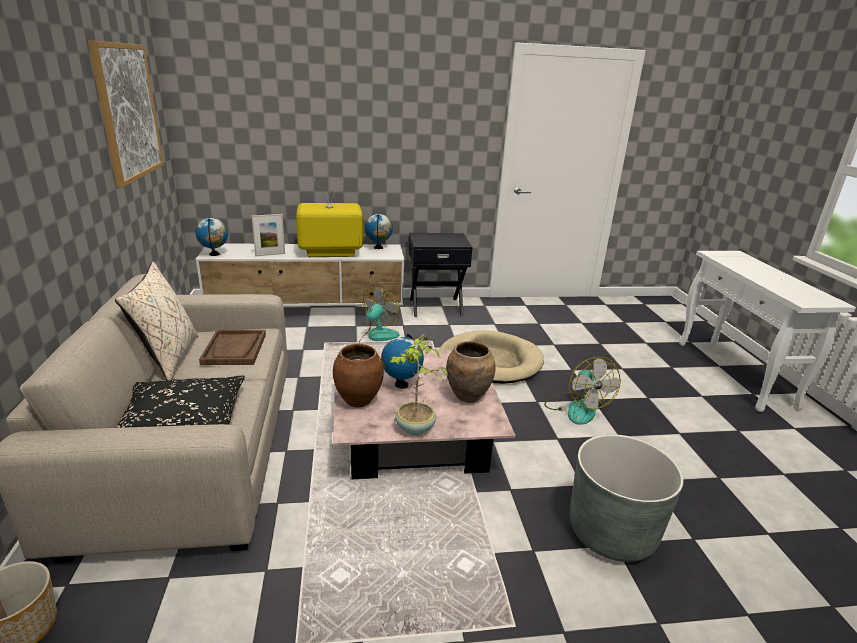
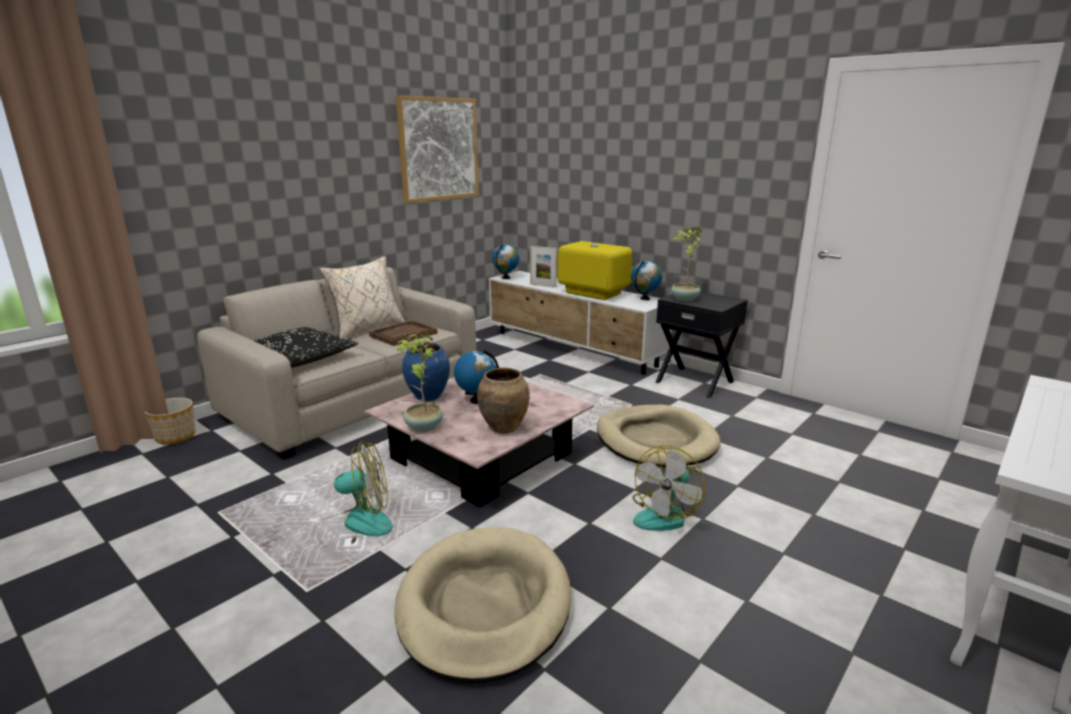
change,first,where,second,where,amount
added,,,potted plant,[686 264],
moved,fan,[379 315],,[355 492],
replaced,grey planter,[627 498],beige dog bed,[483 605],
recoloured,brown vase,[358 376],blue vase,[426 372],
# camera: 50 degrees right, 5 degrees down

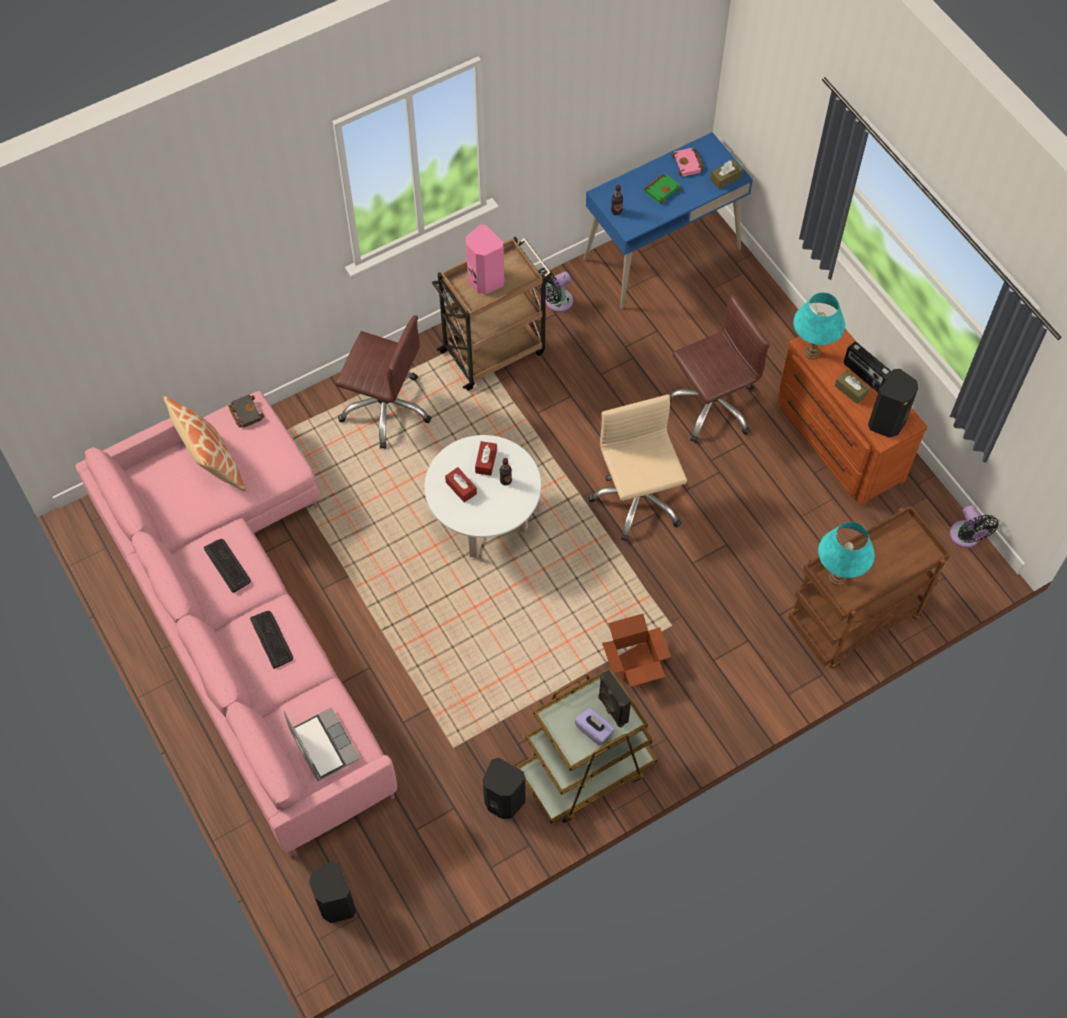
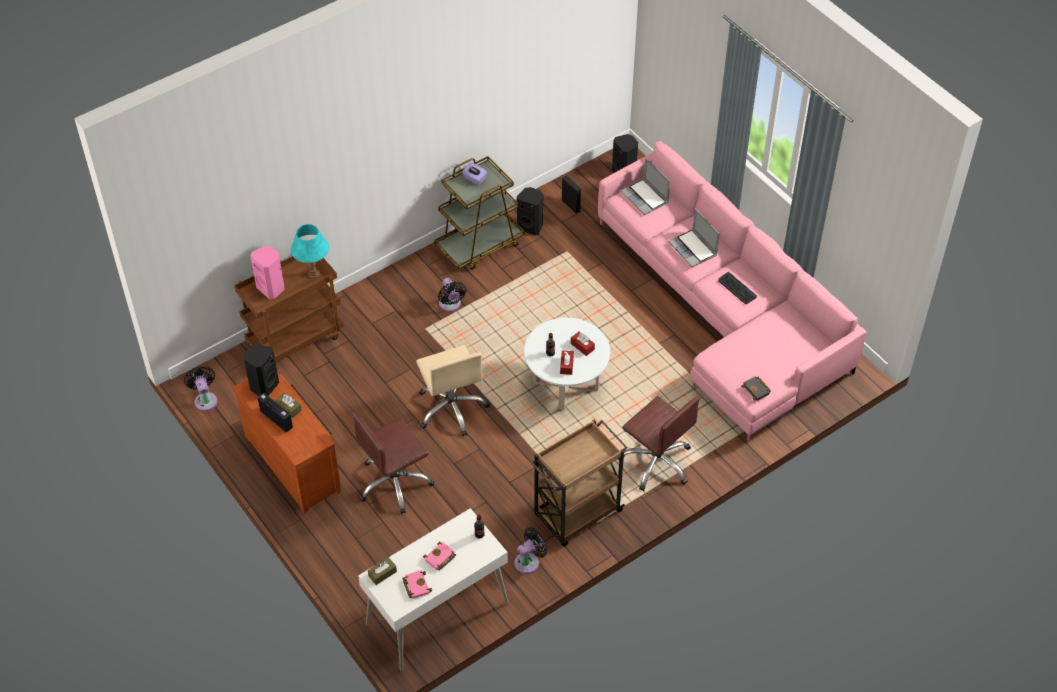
change,first,where,second,where,amount
removed,pillow,[205 444],,,
removed,turquoise table lamp,[819 326],,,
moved,pink speaker,[485 259],,[267 272],
moved,black speaker,[614 698],,[571 194],
replaced,keyboard,[271 640],laptop,[694 237],
replaced,cardboard box,[636 650],black fan,[452 294],
recoloured,blue desk,[668 220],white desk,[433 589],
recoloured,green book,[662 189],pink book,[439 556],
turned,brown office chair,[384 382],,[659 443],150 degrees counterclockwise
# camera: 175 degrees right, 10 degrees down

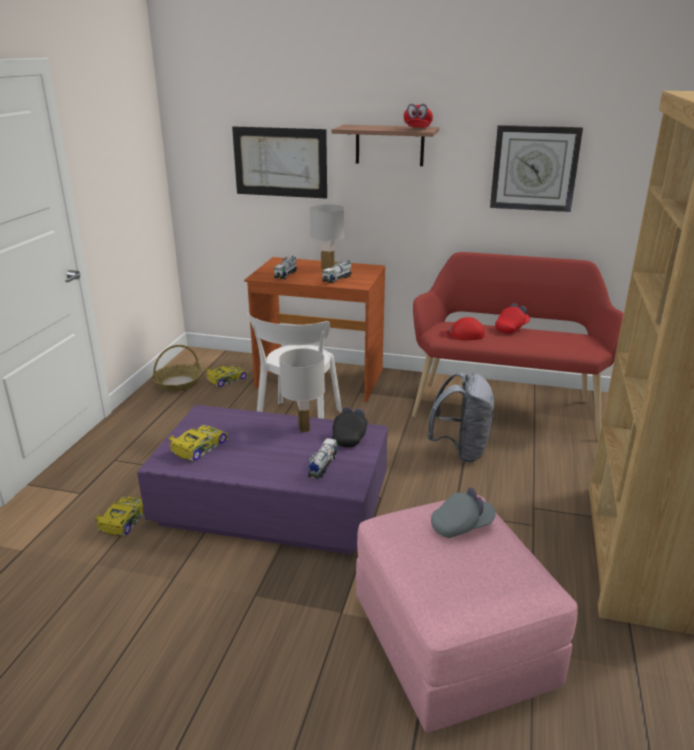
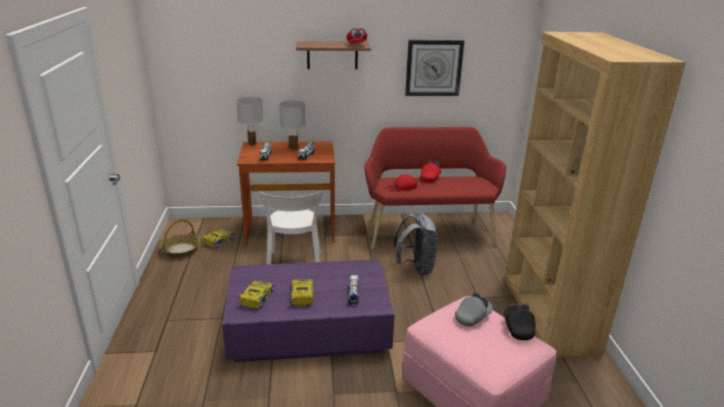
change,first,where,second,where,amount
removed,picture,[279 163],,,
moved,toy car,[119 516],,[302 292],
moved,white table lamp,[302 390],,[249 121],
moved,black cap,[350 426],,[519 322],
# camera: 20 degrees left, 0 degrees up

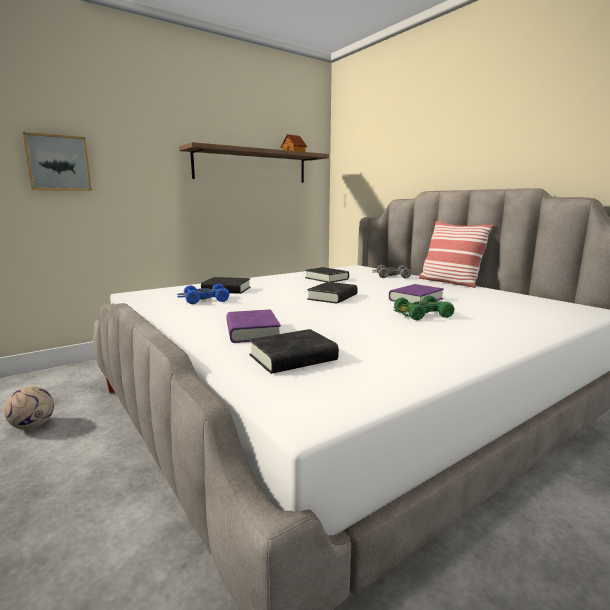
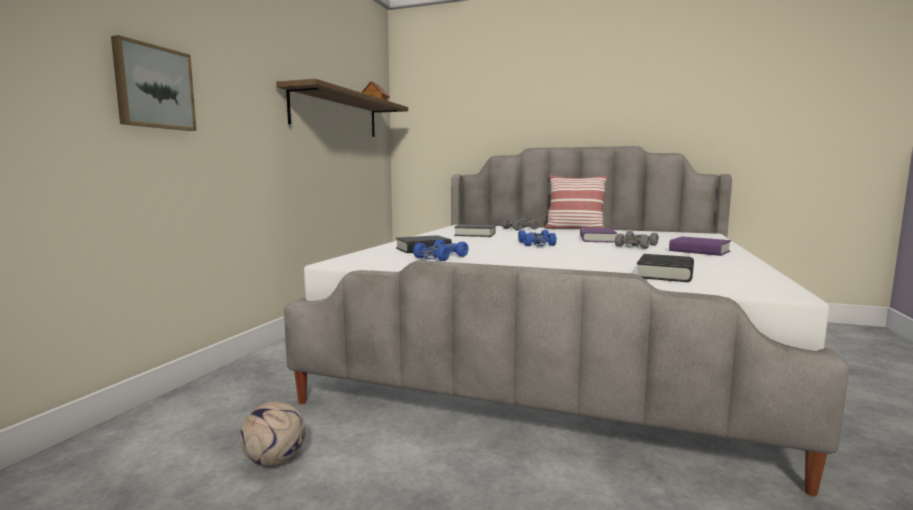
change,first,where,second,where,amount
moved,purple book,[253 326],,[700 246],
replaced,black book,[332 293],blue toy car,[537 238],
recoloured,green toy car,[424 307],grey toy car,[637 240],
# camera: 35 degrees left, 5 degrees down

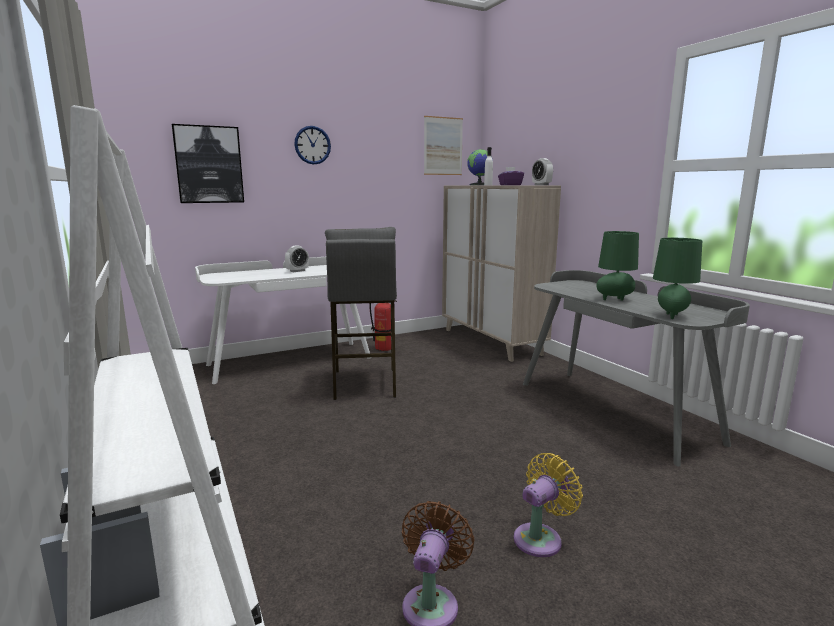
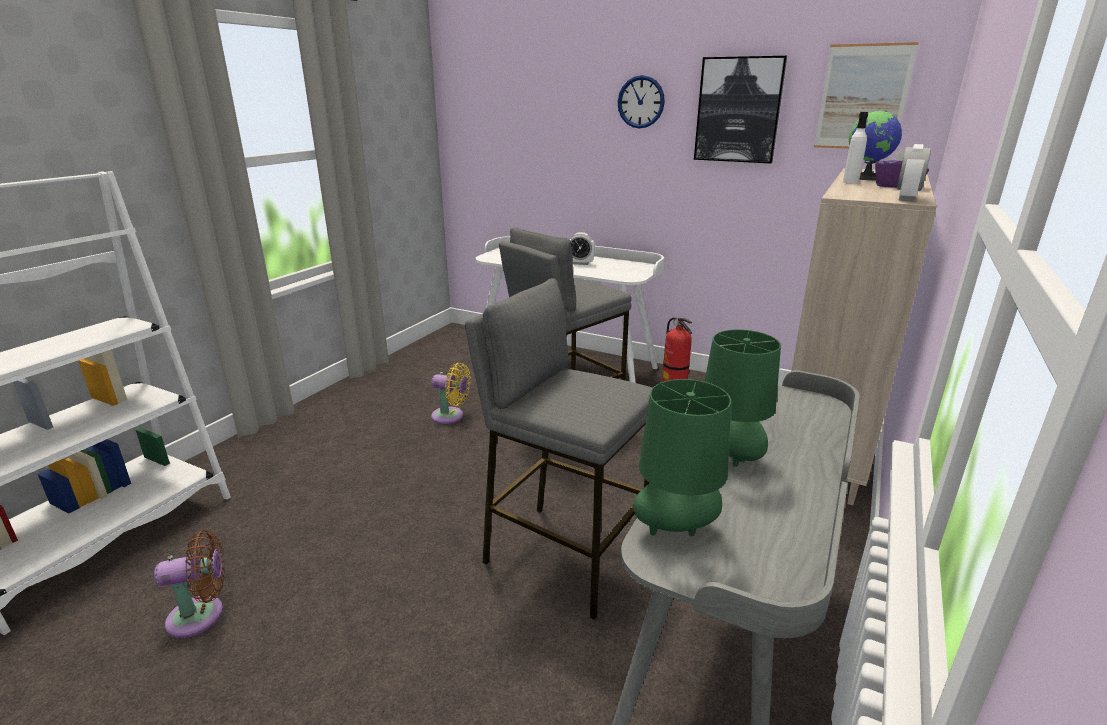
change,first,where,second,where,amount
added,,,grey stool,[558 449],
moved,picture,[208 163],,[740 109],
moved,yellow fan,[548 505],,[450 393],
# camera: 55 degrees right, 10 degrees up

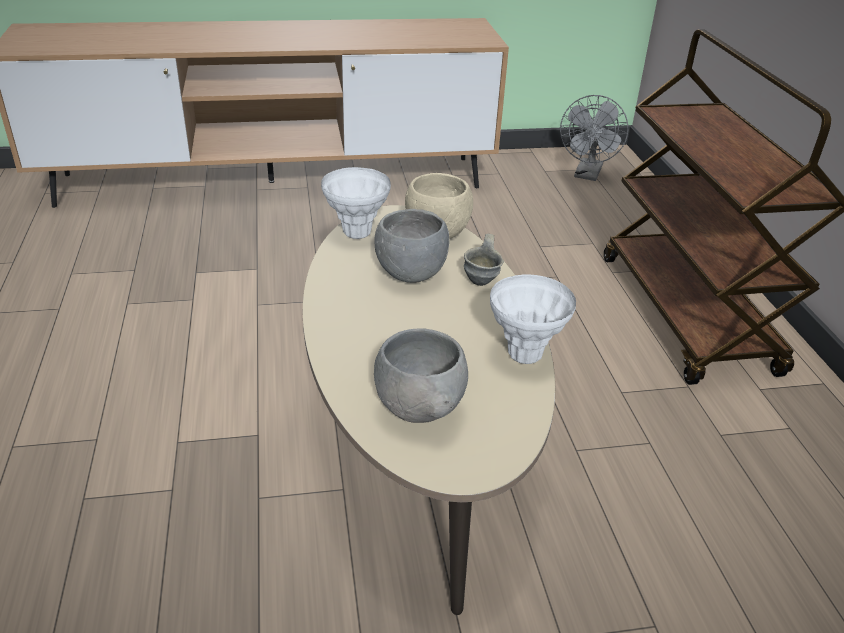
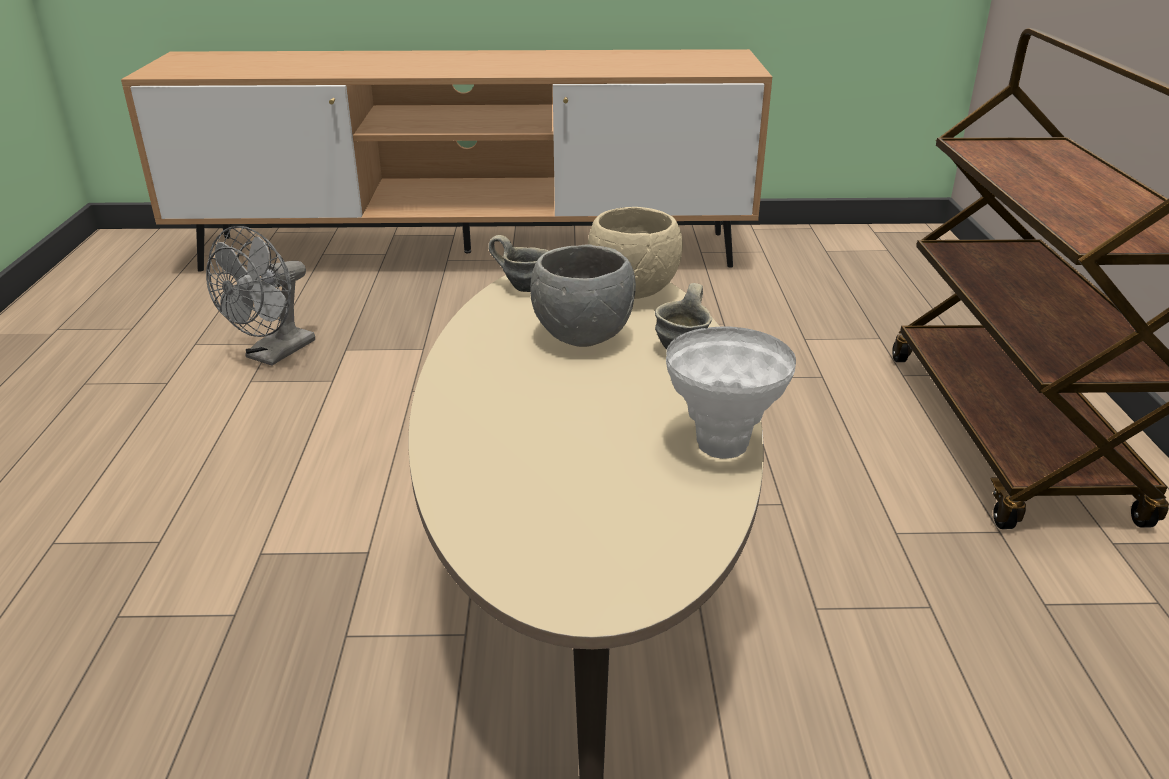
change,first,where,second,where,amount
removed,grey bowl,[421 375],,,
moved,grey fan,[594 138],,[260 296],
replaced,white vase,[356 203],grey mug,[518 263],
# camera: 10 degrees right, 5 degrees down

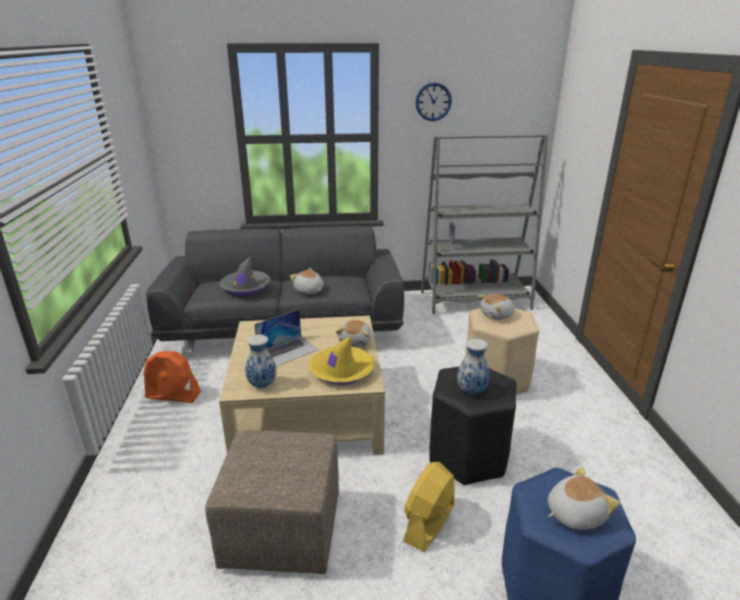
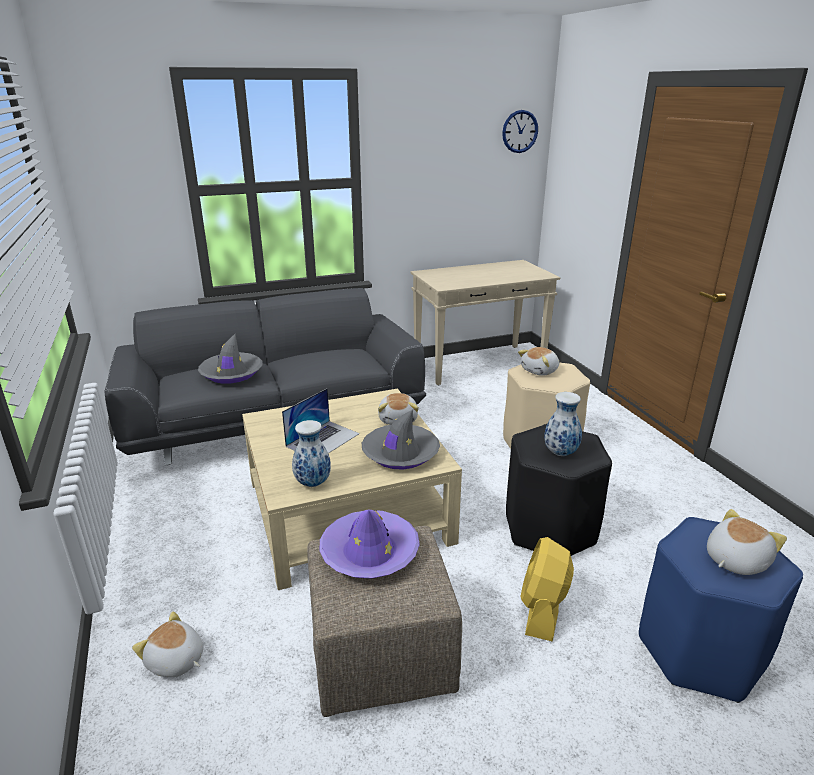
change,first,where,second,where,amount
removed,orange fan,[172 377],,,
added,,,purple hat,[369 544],
moved,plush toy,[307 281],,[167 644],
moved,wall clock,[434 101],,[520 131],
replaced,grey bookcase,[484 224],beige console table,[485 322],
recoloured,yellow hat,[342 360],grey hat,[401 440],
# camera: 15 degrees left, 0 degrees up

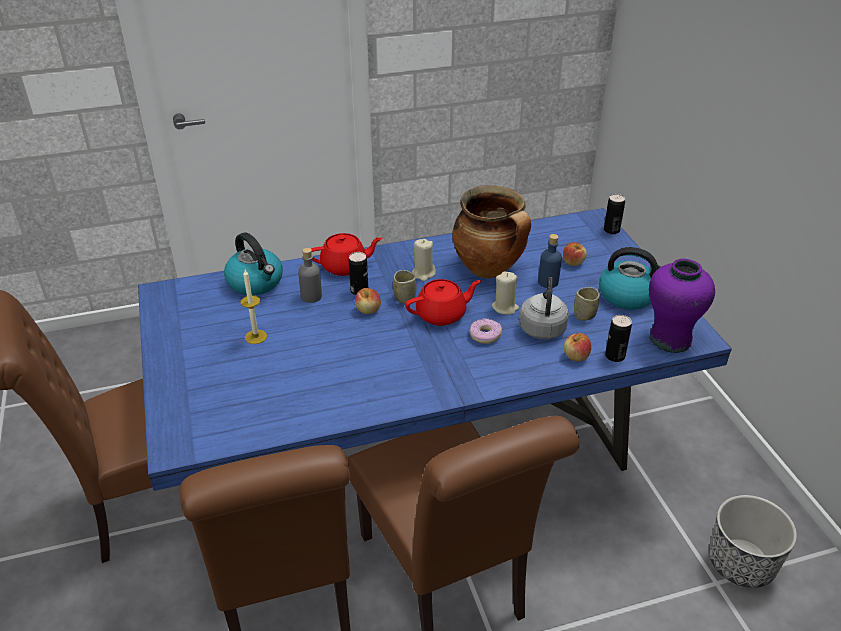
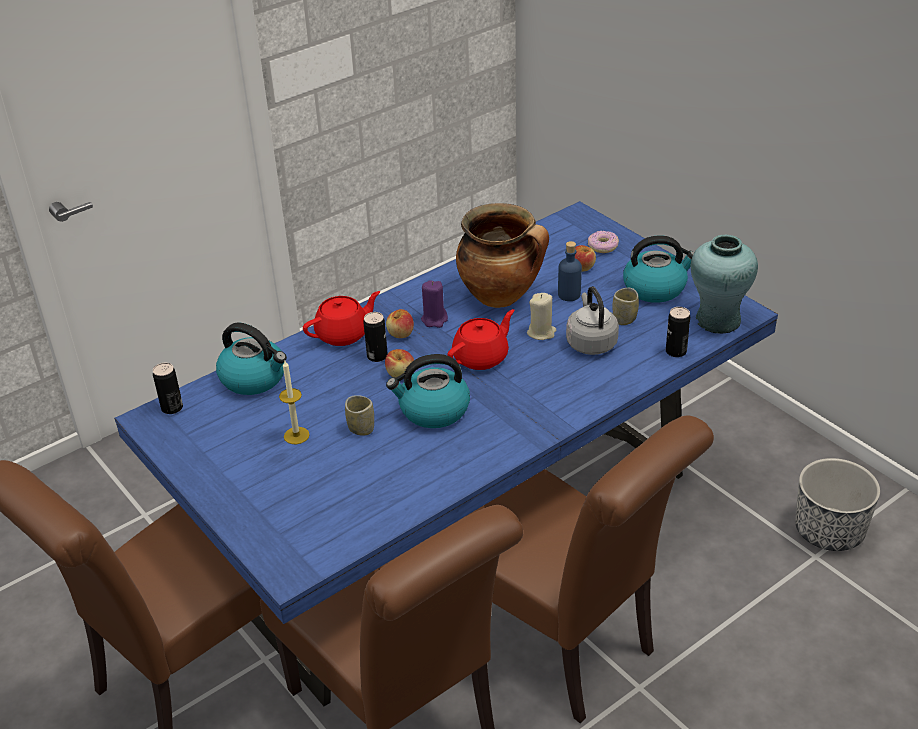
change,first,where,second,where,amount
removed,grey bottle,[310 275],,,
added,,,kettle,[428 391],
moved,cup,[405 287],,[359 415],
moved,donut,[485 331],,[603 242],
moved,apple,[577 347],,[400 323],
moved,can,[614 214],,[168 388],
recoloured,beige candle,[424 260],purple candle,[434 304],
recoloured,purple vase,[682 306],turquoise vase,[724 284],
# camera: 20 degrees left, 0 degrees up

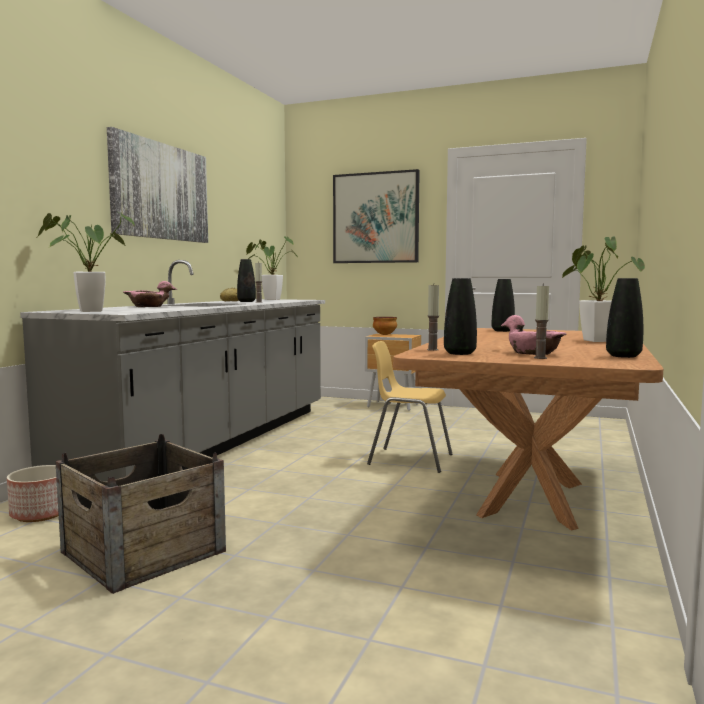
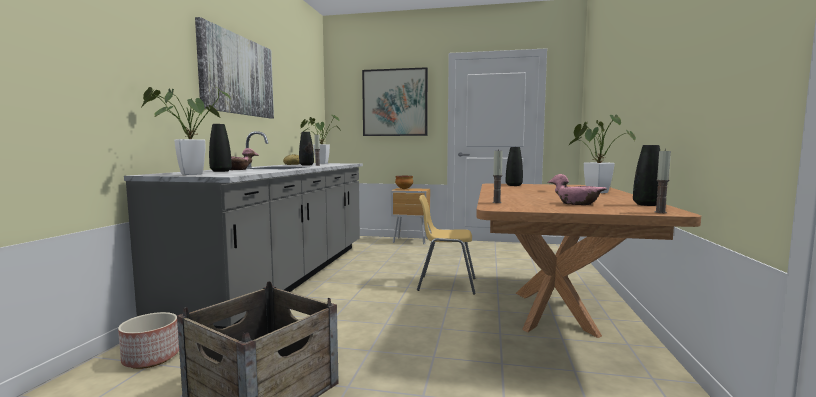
change,first,where,second,where,amount
moved,black vase,[460 316],,[220 148],
moved,candle,[541 321],,[662 181],
# camera: 10 degrees left, 0 degrees up

